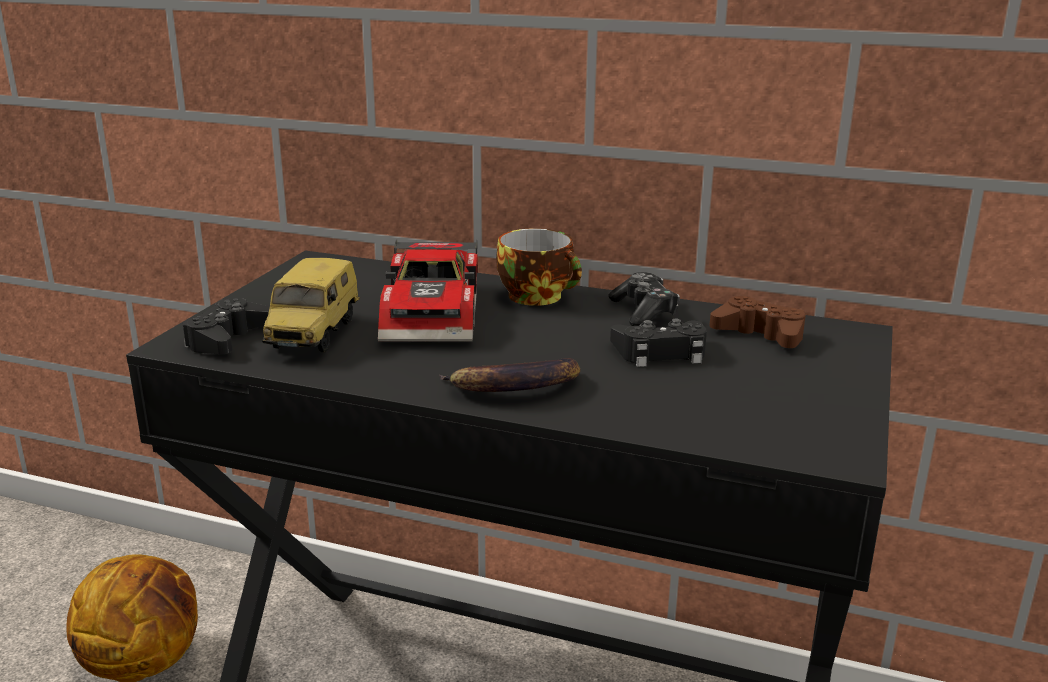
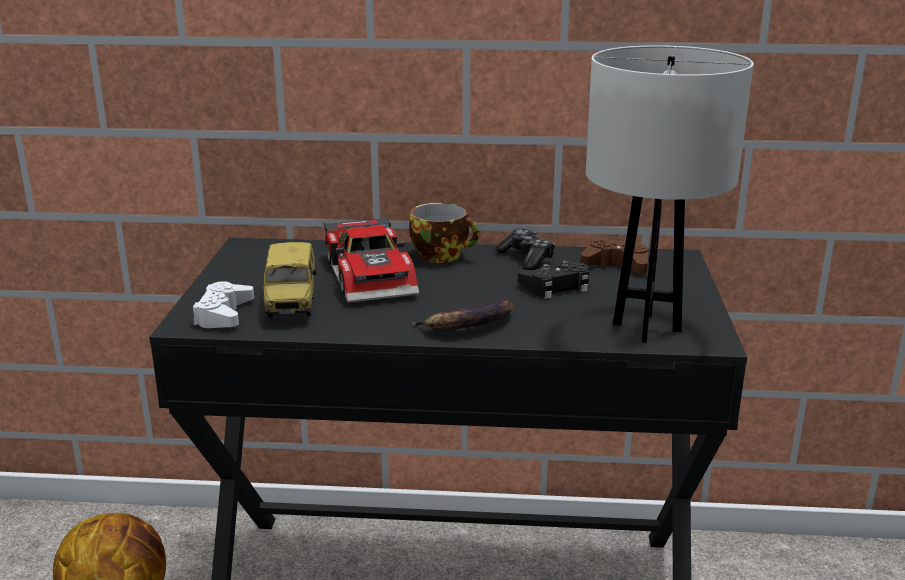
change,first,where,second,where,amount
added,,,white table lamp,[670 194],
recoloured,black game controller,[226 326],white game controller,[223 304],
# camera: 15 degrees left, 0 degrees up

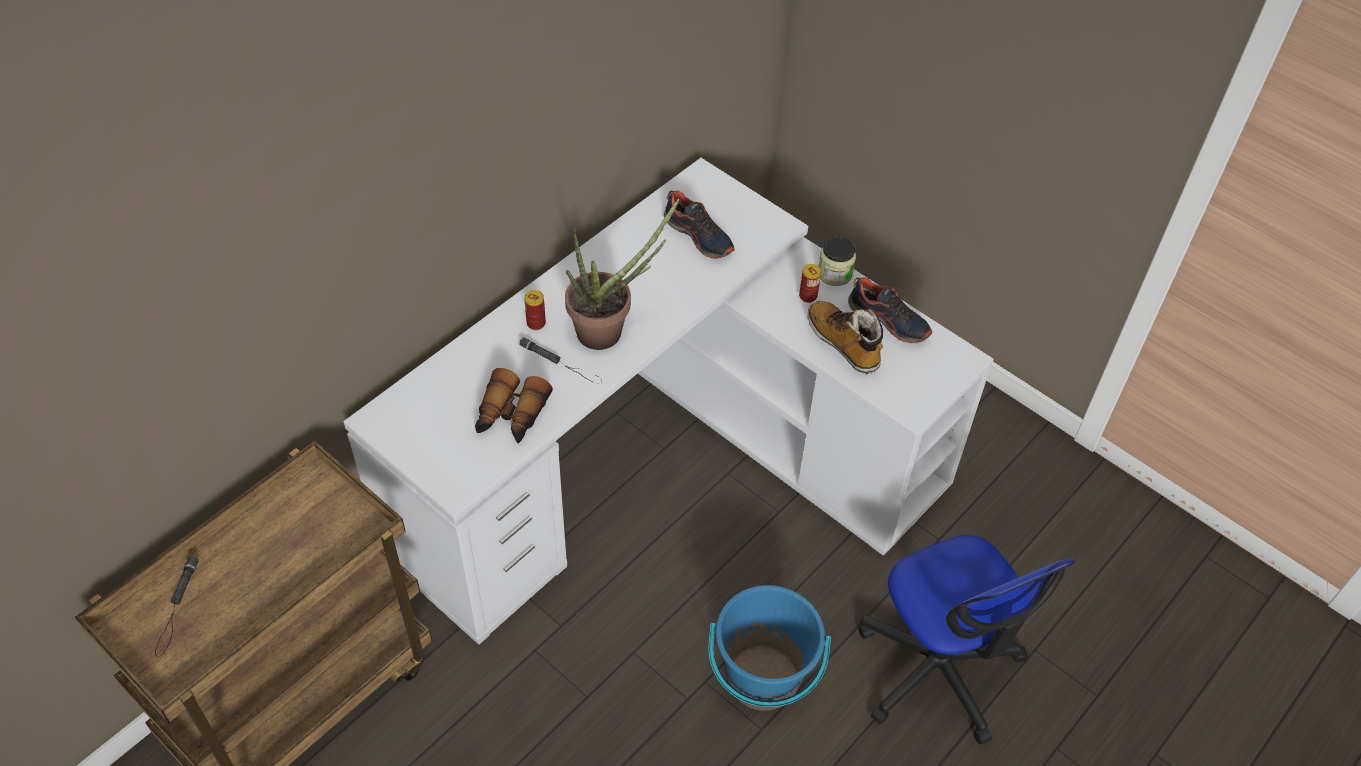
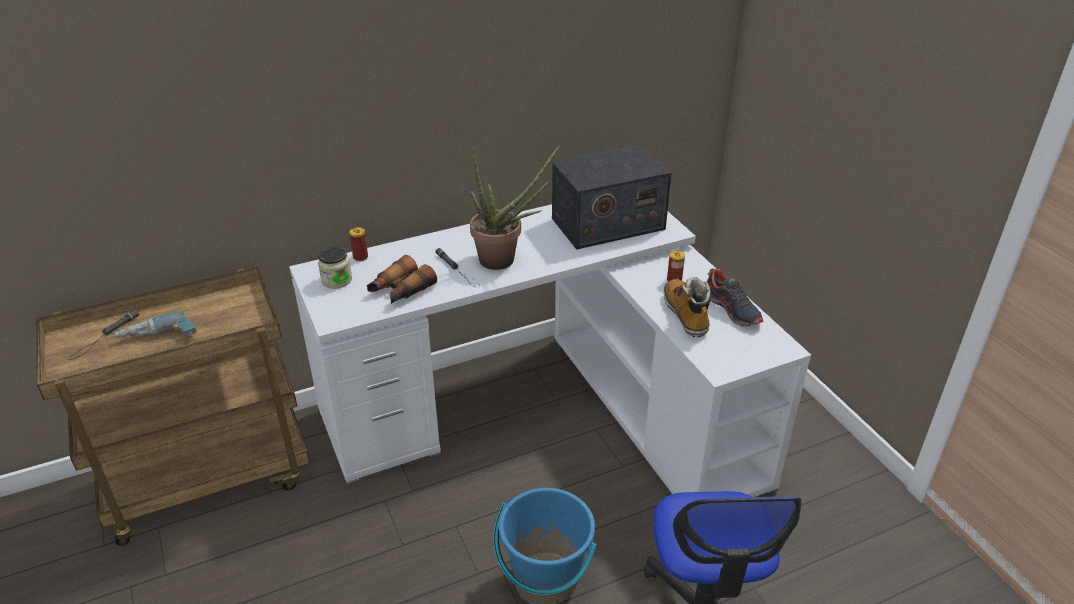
change,first,where,second,where,amount
added,,,power drill,[154 324],
moved,can,[535 310],,[358 244],
moved,jar,[837 261],,[335 268],
replaced,shoe,[699 225],radio,[611 197],
# camera: 25 degrees right, 15 degrees down

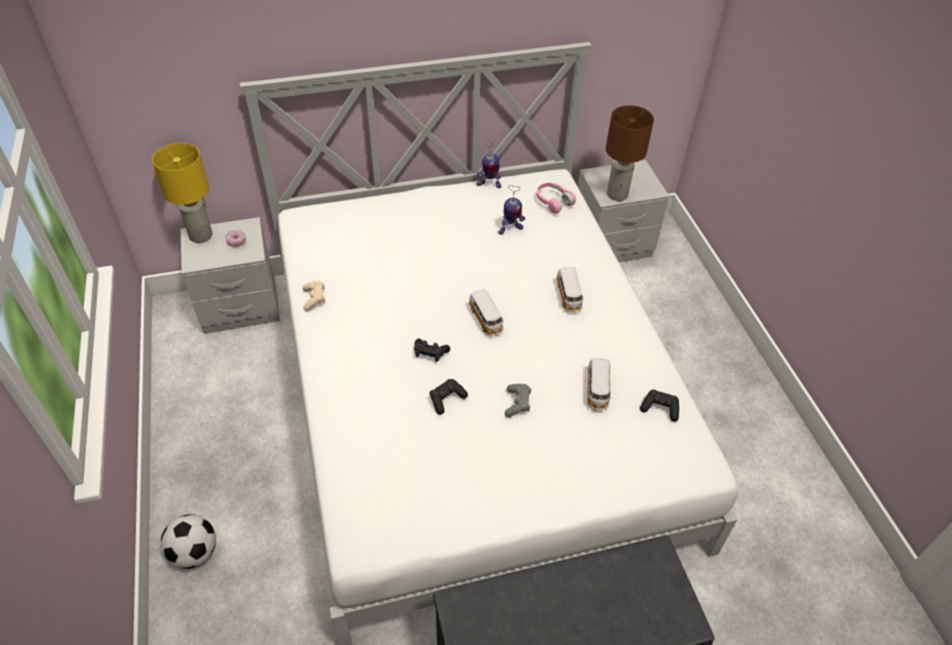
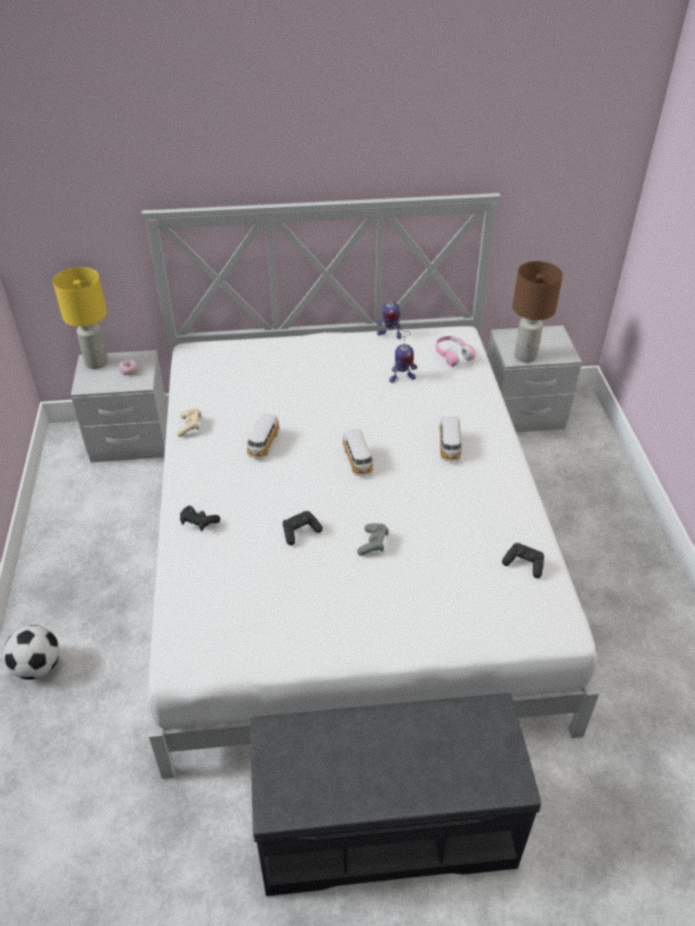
change,first,where,second,where,amount
moved,black game controller,[432 350],,[200 519],
moved,toy car,[599 384],,[262 436],
# camera: 10 degrees right, 5 degrees down

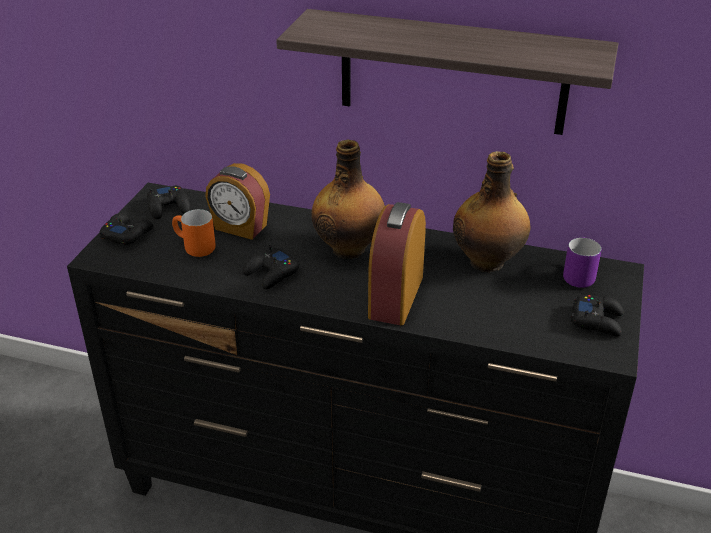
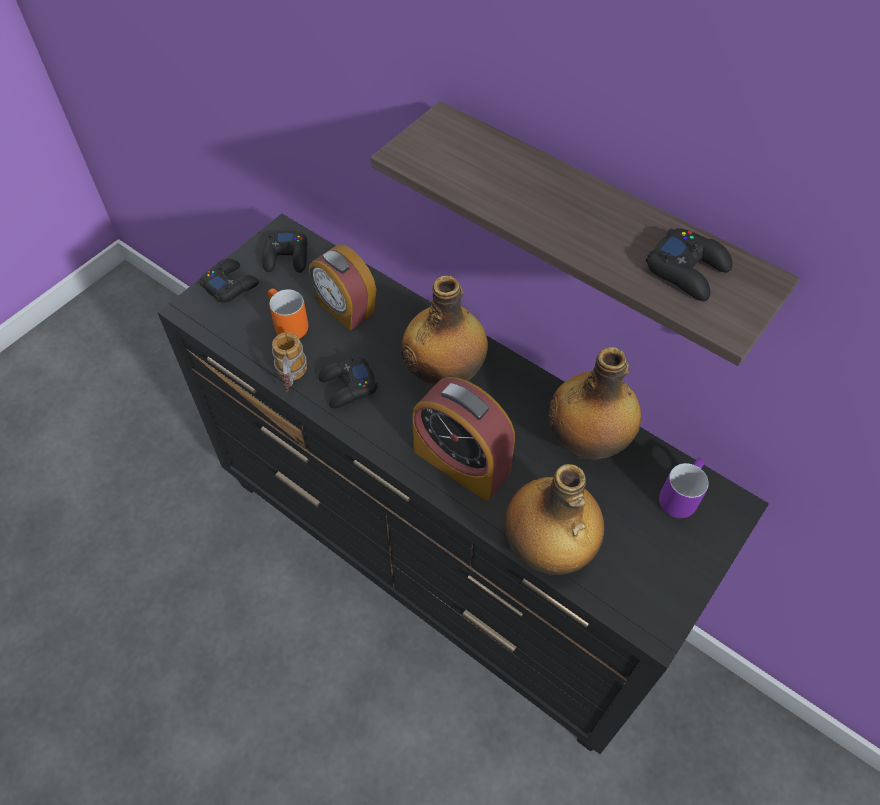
change,first,where,second,where,amount
added,,,mug,[289 362],
added,,,bottle,[554 519],
moved,black game controller,[597 316],,[689 264],
turned,alarm clock,[397 263],,[463 439],90 degrees counterclockwise
# camera: 20 degrees right, 20 degrees up

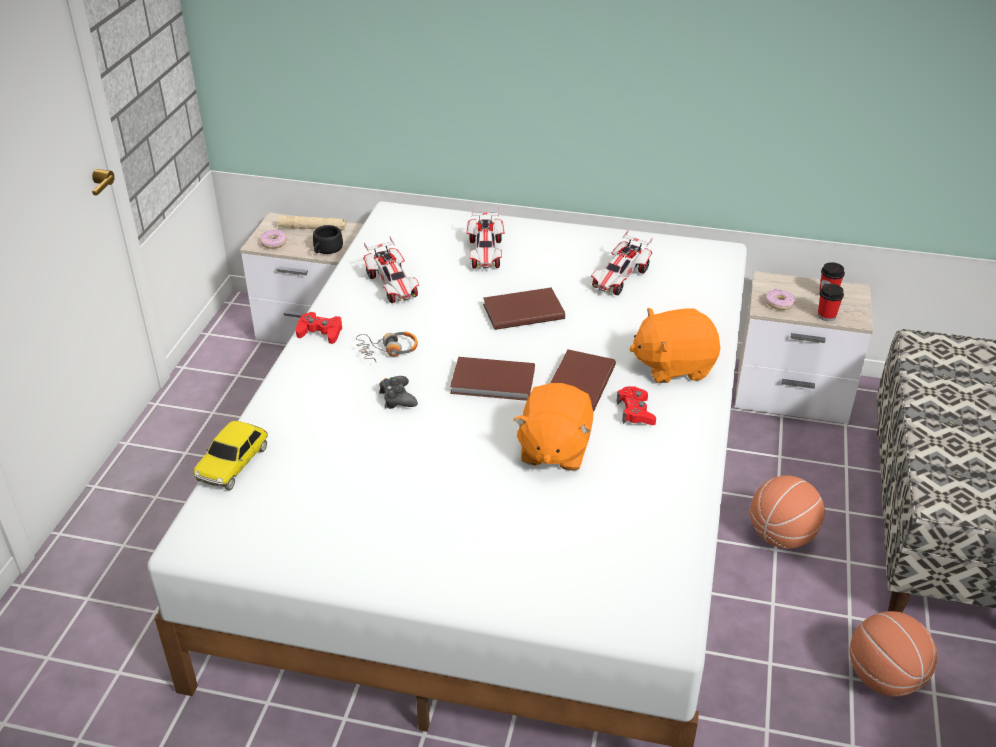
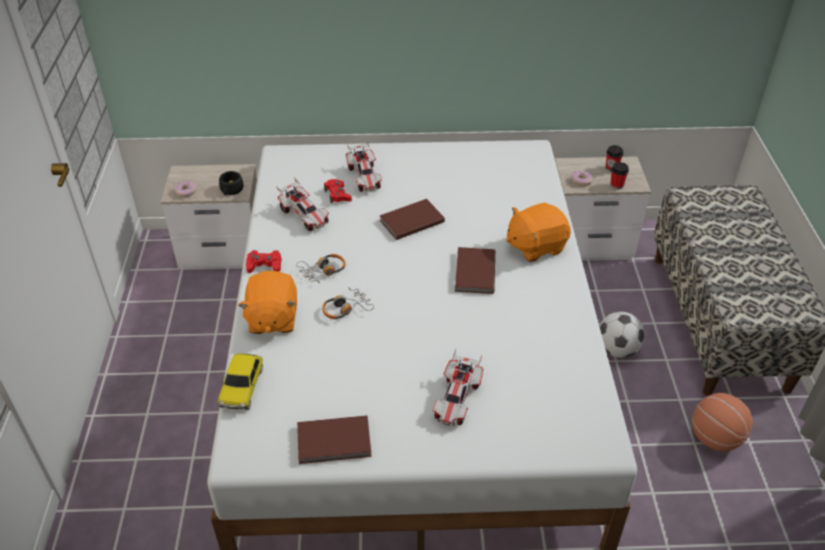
change,first,where,second,where,amount
removed,beige flashlight,[312 223],,,
moved,brown book,[492 379],,[334 439],
moved,orange plush toy,[553 427],,[267 302],
moved,toy car,[622 262],,[457 387],
moved,red game controller,[636 405],,[338 191],
replaced,black game controller,[398 392],headphones,[348 303],
replaced,basketball,[787 512],football,[622 335],
# camera: 15 degrees left, 5 degrees up

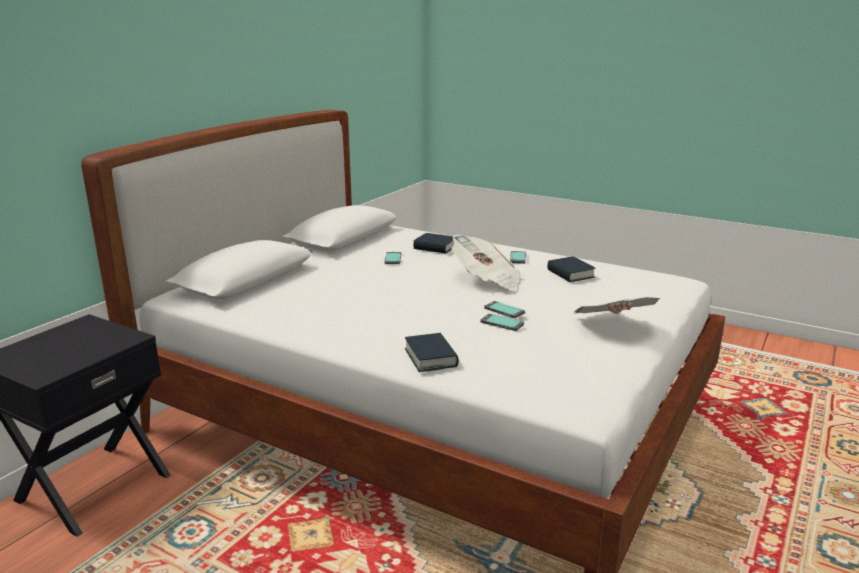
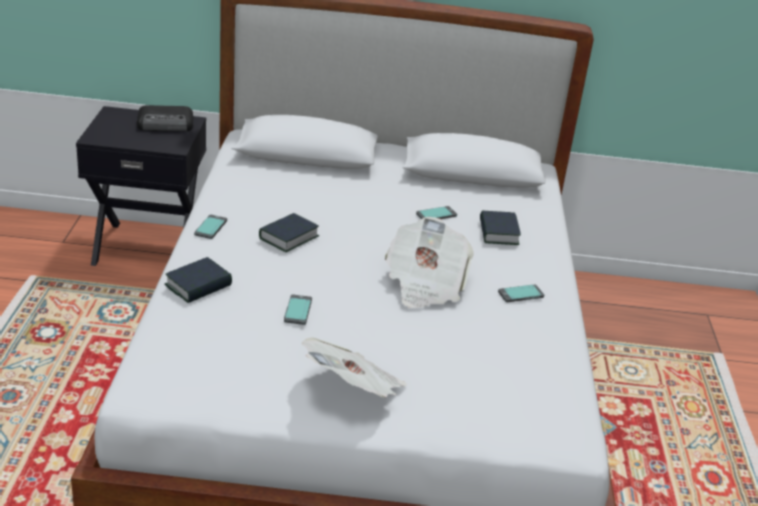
change,first,where,second,where,amount
added,,,radio,[165 118],
moved,phone,[504 309],,[210 227],
moved,book,[571 269],,[289 232],
# camera: 60 degrees right, 10 degrees up

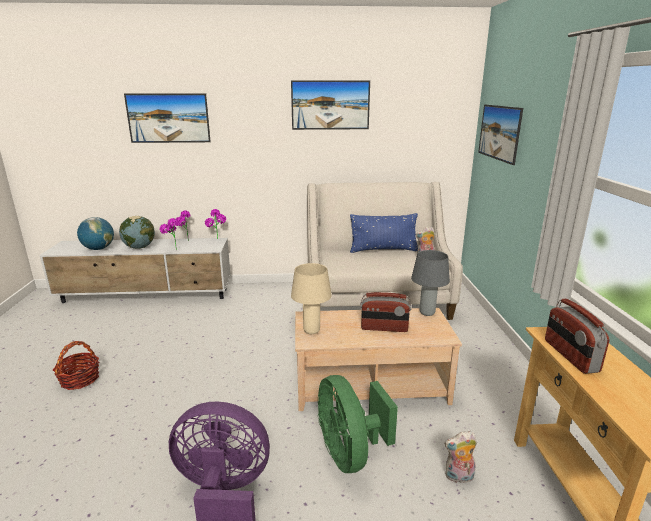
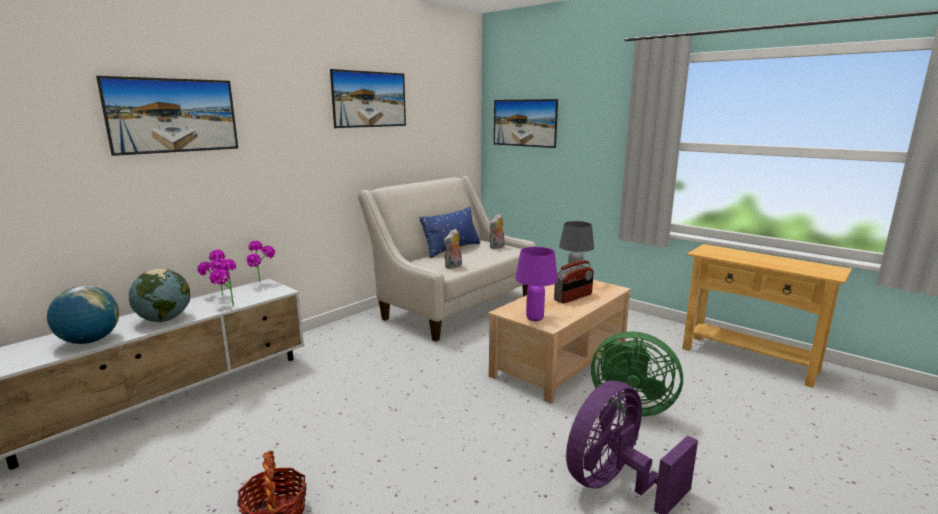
change,first,where,second,where,amount
removed,radio,[577 336],,,
moved,plush toy,[460 457],,[453 249],
recoloured,beige table lamp,[311 298],purple table lamp,[536 284],
# camera: 45 degrees left, 5 degrees down

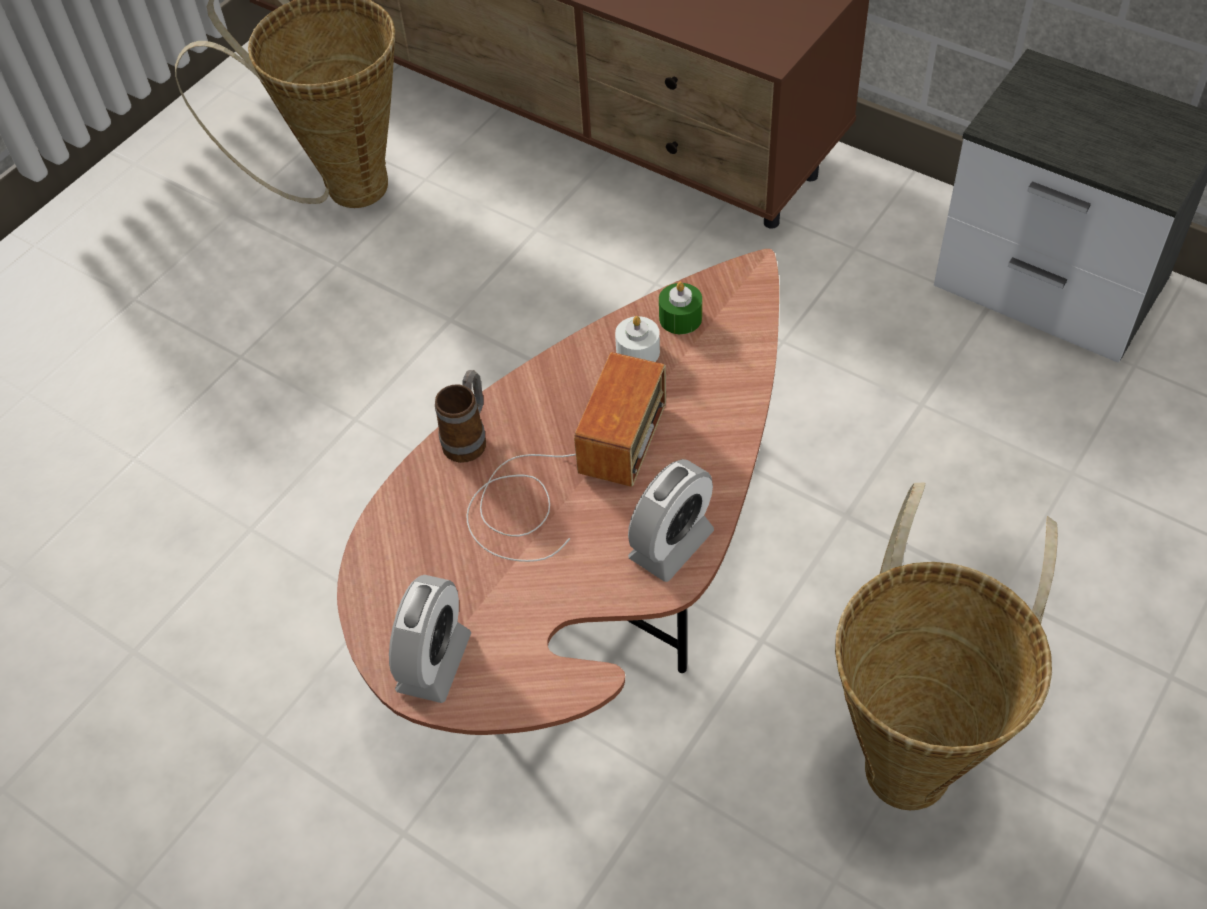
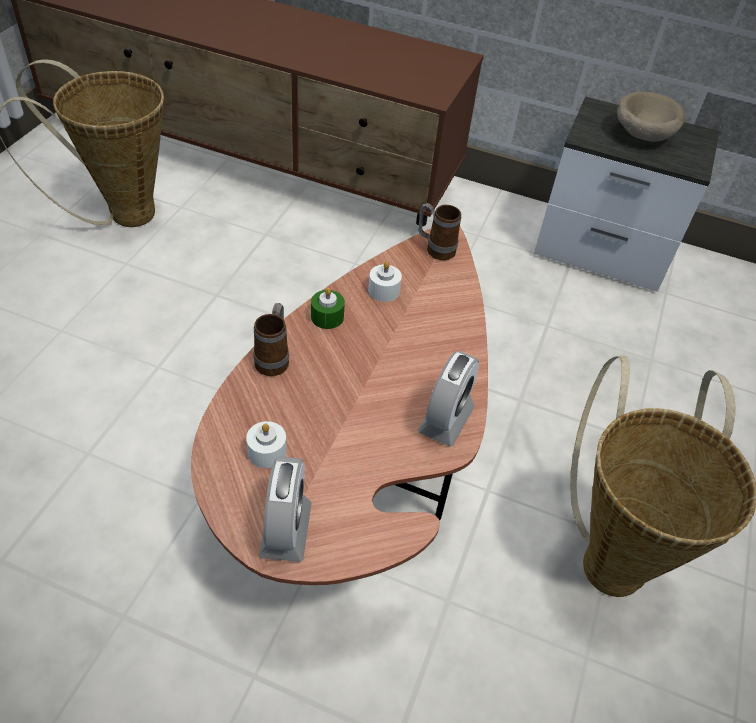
change,first,where,second,where,amount
removed,radio,[566 457],,,
added,,,white candle,[266 444],
added,,,mug,[439 231],
added,,,beige bowl,[651 117],
moved,green candle,[680 308],,[328 308],
# camera: 20 degrees left, 5 degrees down

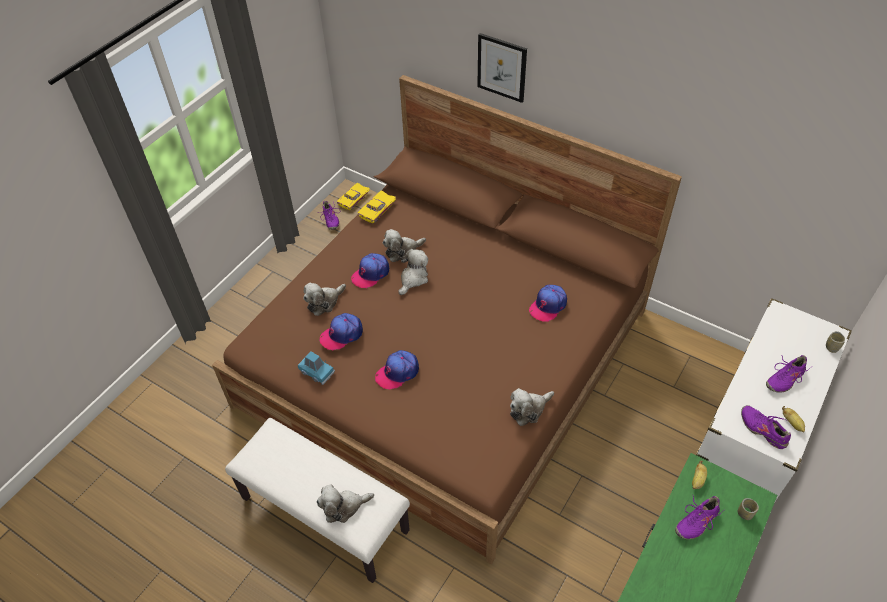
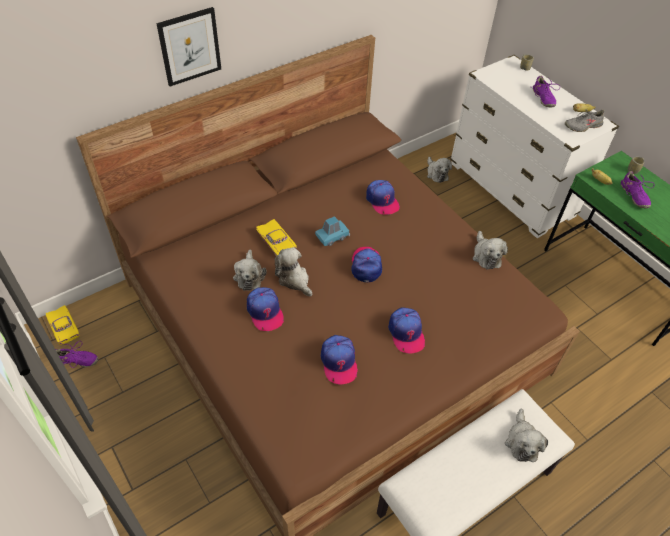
change,first,where,second,where,amount
added,,,cap,[366 264],
moved,blue toy car,[316 368],,[332 231],
moved,plush toy,[324 299],,[439 170],
moved,yellow toy car,[377 206],,[276 237],
recoloured,purple shoe,[766 427],grey shoe,[585 120],
# camera: 70 degrees left, 0 degrees up

